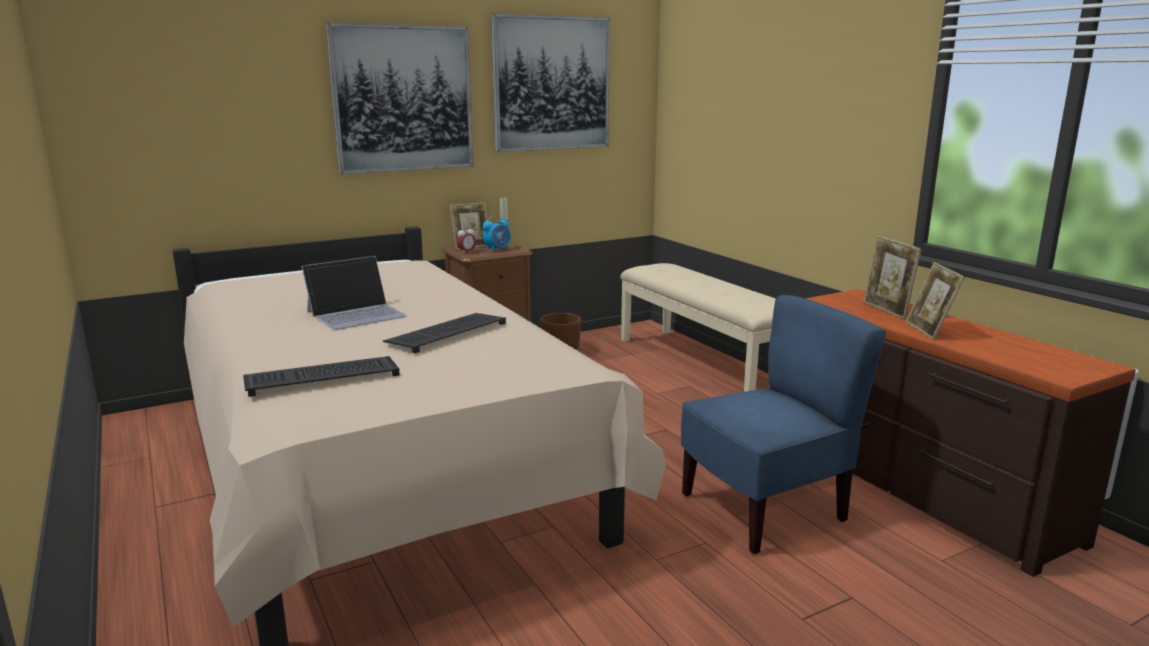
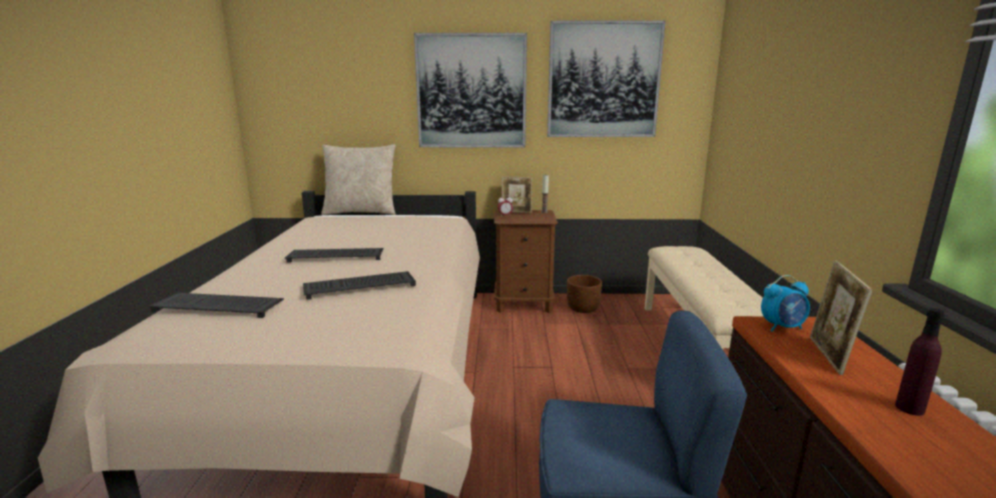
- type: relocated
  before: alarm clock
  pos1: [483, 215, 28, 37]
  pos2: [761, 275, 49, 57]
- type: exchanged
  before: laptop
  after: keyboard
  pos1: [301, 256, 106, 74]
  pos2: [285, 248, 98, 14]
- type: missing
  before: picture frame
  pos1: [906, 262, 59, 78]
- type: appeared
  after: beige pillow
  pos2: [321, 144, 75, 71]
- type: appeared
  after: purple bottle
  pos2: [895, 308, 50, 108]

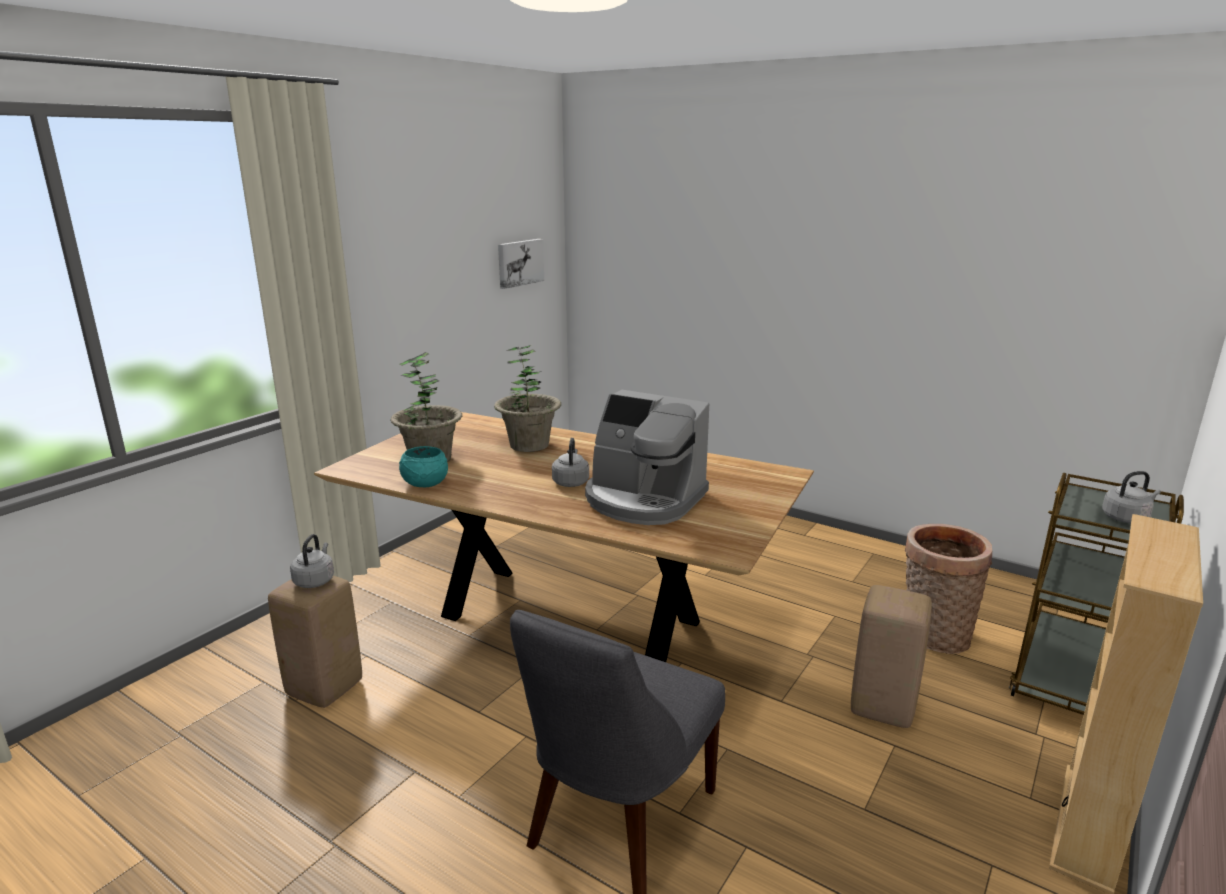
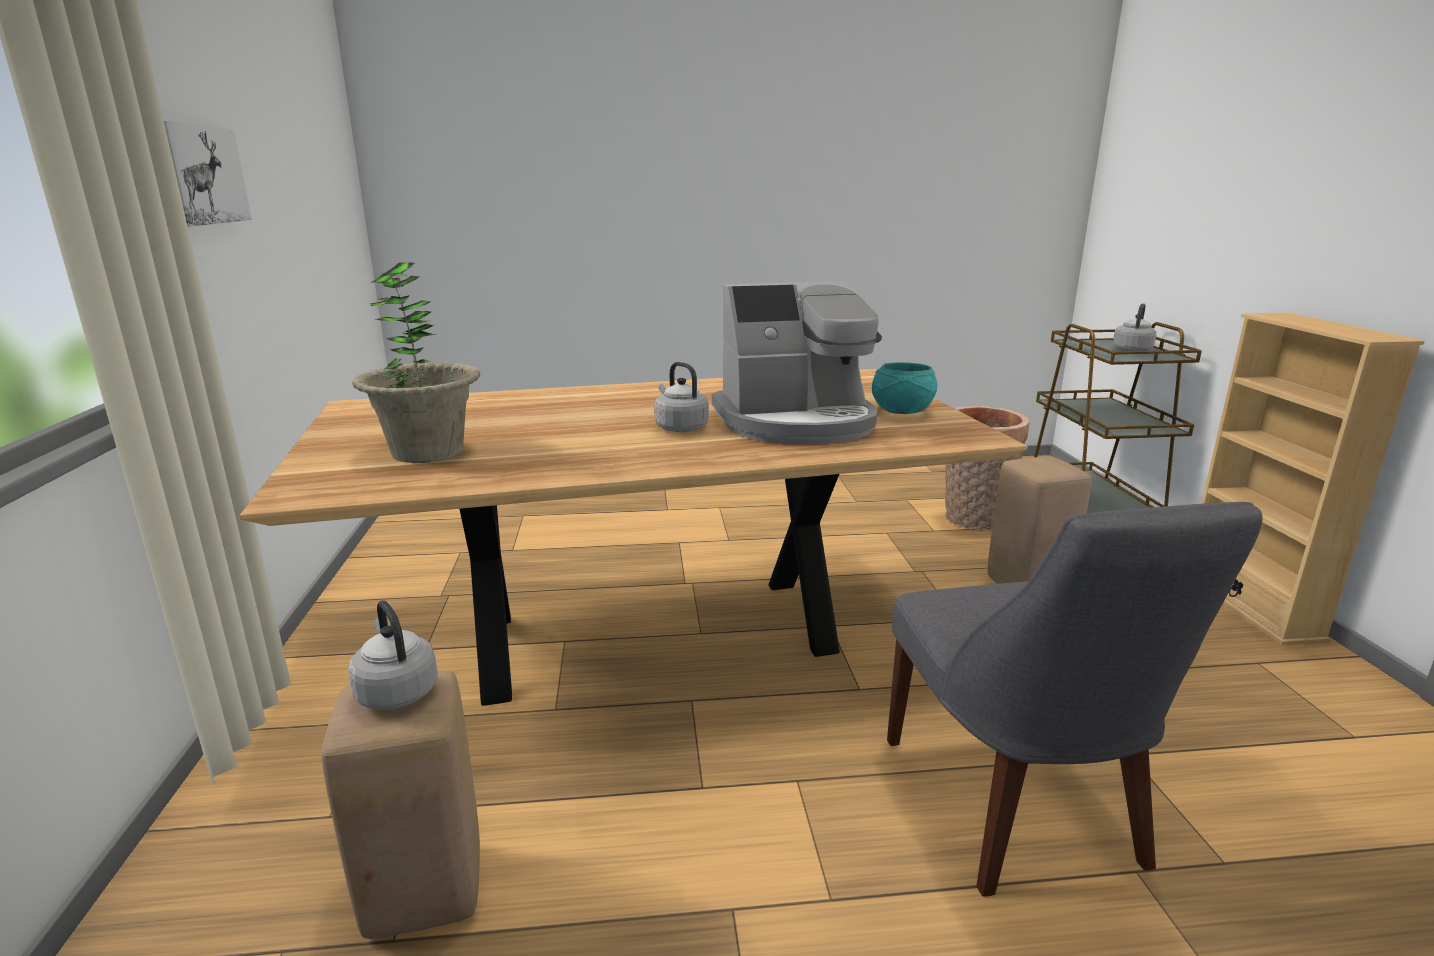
- type: relocated
  before: picture
  pos1: [498, 239, 46, 50]
  pos2: [164, 121, 88, 106]
- type: missing
  before: potted plant
  pos1: [494, 345, 67, 107]
- type: relocated
  before: turquoise bowl
  pos1: [399, 446, 49, 41]
  pos2: [872, 362, 66, 52]

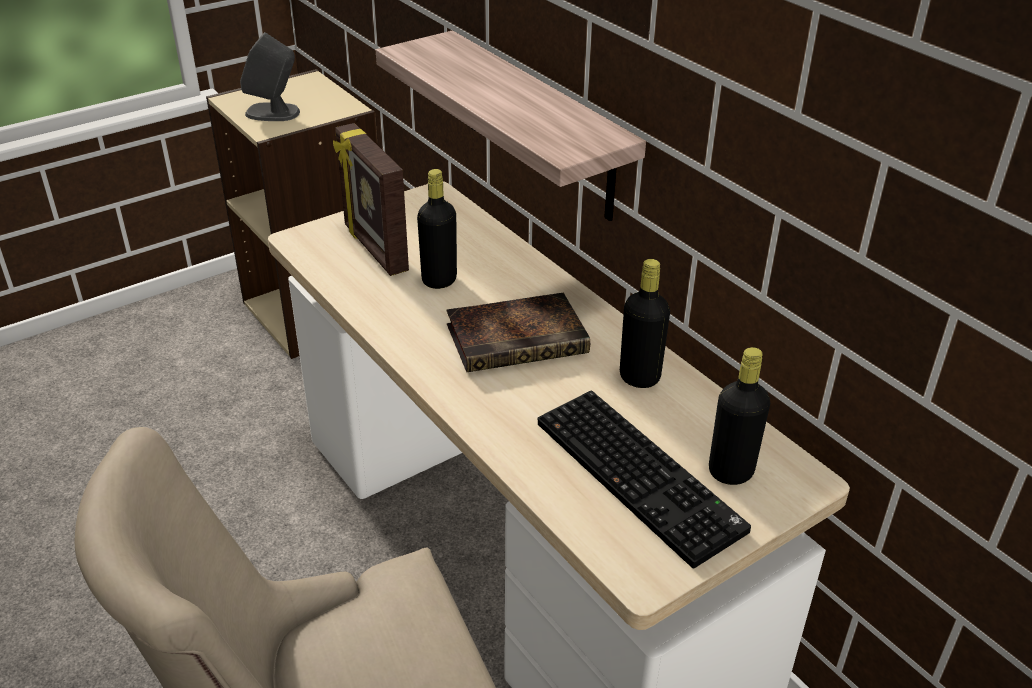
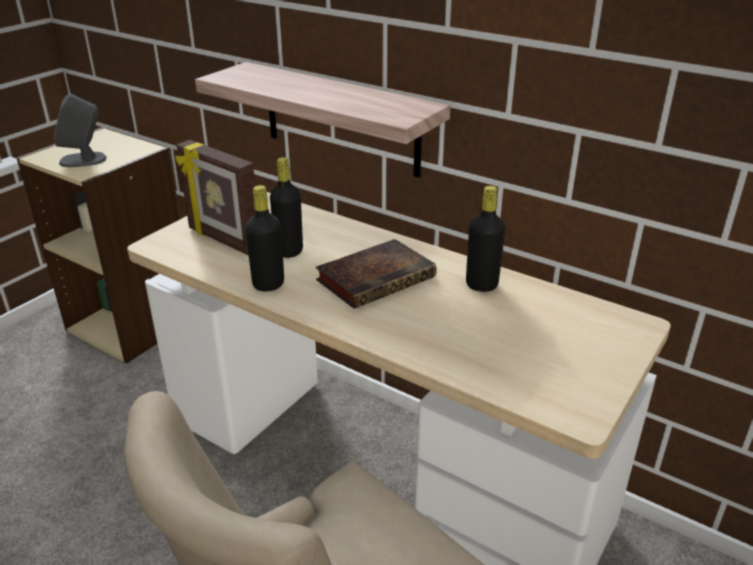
- type: relocated
  before: black bottle
  pos1: [709, 347, 61, 138]
  pos2: [245, 185, 39, 106]
- type: missing
  before: keyboard
  pos1: [538, 391, 213, 177]

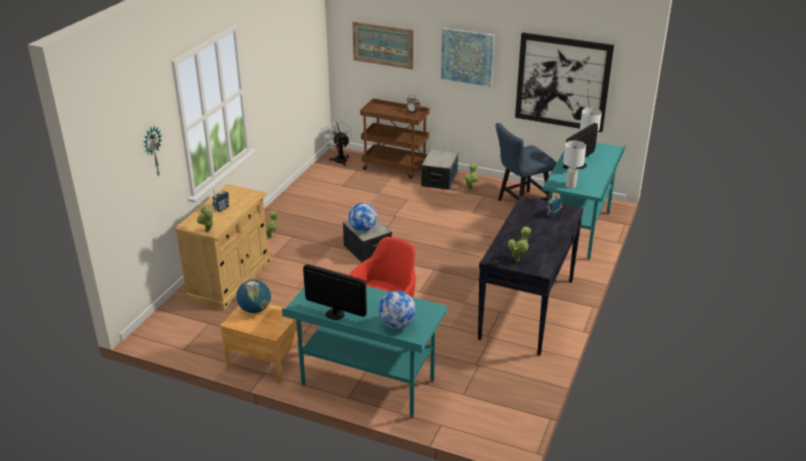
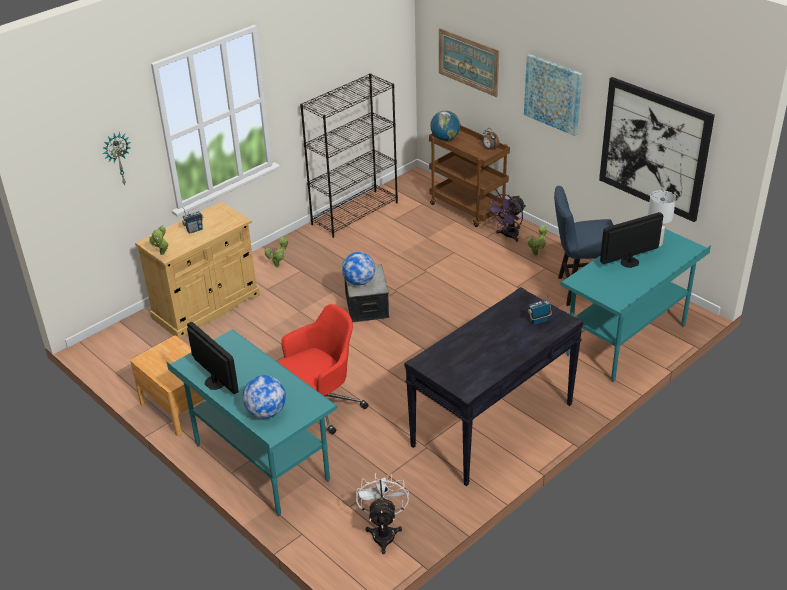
- type: relocated
  before: white fan
  pos1: [322, 120, 30, 46]
  pos2: [356, 473, 53, 81]
- type: missing
  before: white table lamp
  pos1: [563, 141, 23, 47]
- type: exchanged
  before: storage box
  after: purple fan
  pos1: [421, 149, 37, 41]
  pos2: [487, 194, 39, 48]
- type: missing
  before: potted plant
  pos1: [508, 227, 23, 34]
- type: relocated
  before: globe
  pos1: [236, 279, 35, 34]
  pos2: [430, 111, 30, 30]
- type: appeared
  after: black bookcase
  pos2: [300, 73, 98, 165]

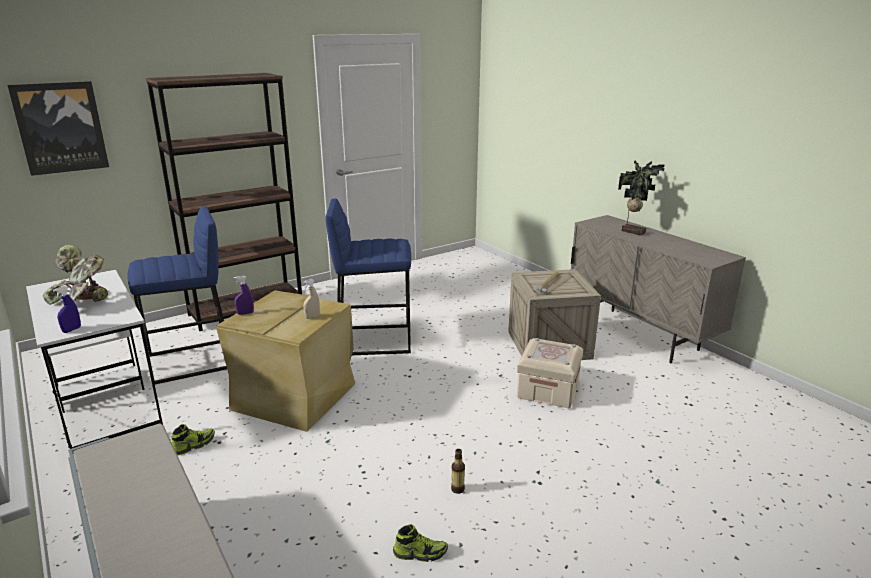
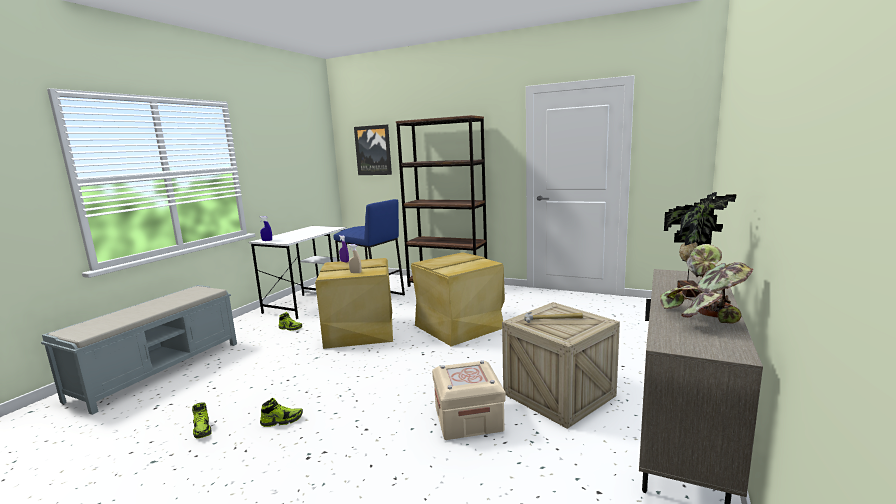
- type: exchanged
  before: blue stool
  after: beige storage box
  pos1: [326, 198, 85, 157]
  pos2: [411, 252, 94, 95]
- type: relocated
  before: potted plant
  pos1: [43, 245, 65, 60]
  pos2: [660, 244, 93, 80]
- type: exchanged
  before: bottle
  after: shoe
  pos1: [451, 449, 14, 45]
  pos2: [260, 398, 43, 29]

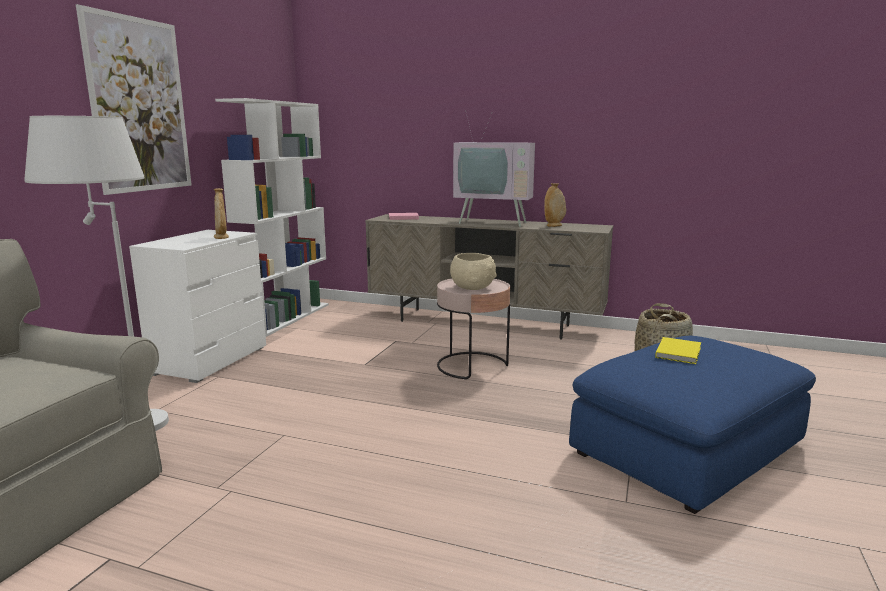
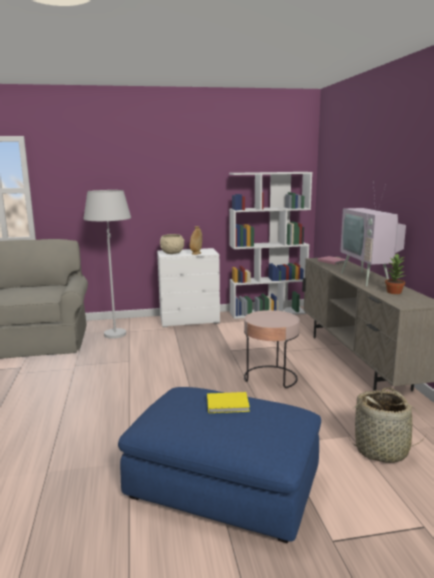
- type: missing
  before: picture
  pos1: [76, 4, 116, 191]
- type: exchanged
  before: beige vase
  after: potted plant
  pos1: [544, 183, 22, 44]
  pos2: [385, 254, 21, 40]
- type: relocated
  before: beige bowl
  pos1: [450, 253, 47, 37]
  pos2: [160, 234, 24, 20]

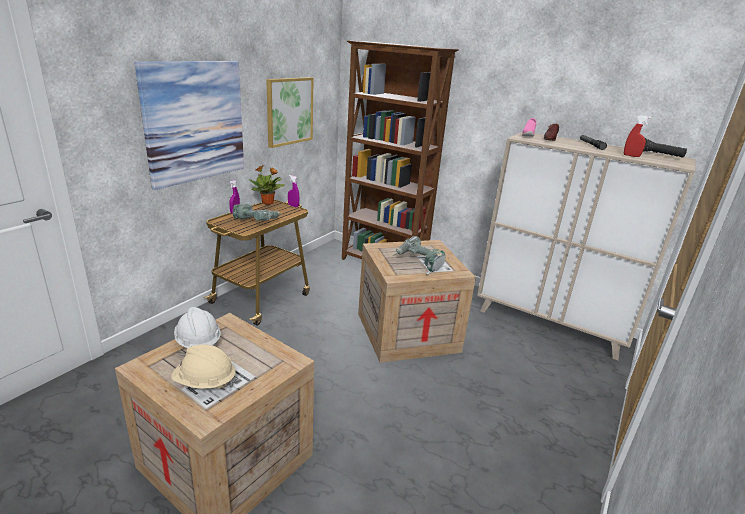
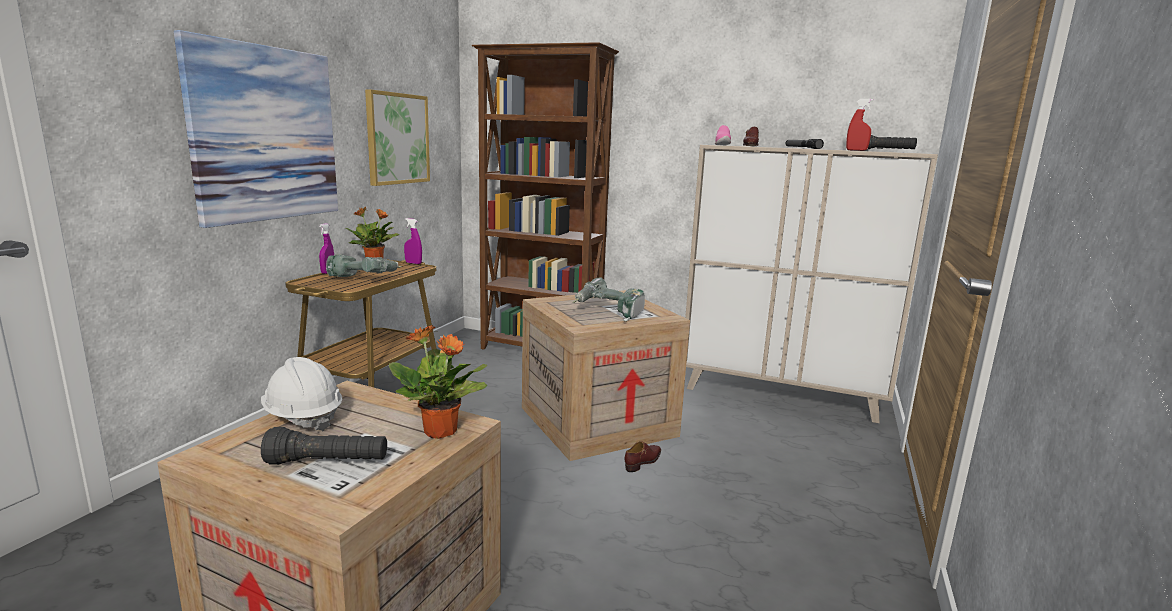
- type: exchanged
  before: beige hard hat
  after: black flashlight
  pos1: [171, 345, 65, 44]
  pos2: [261, 427, 126, 38]
- type: appeared
  after: potted plant
  pos2: [389, 325, 98, 114]
- type: appeared
  after: brown shoe
  pos2: [624, 441, 37, 31]

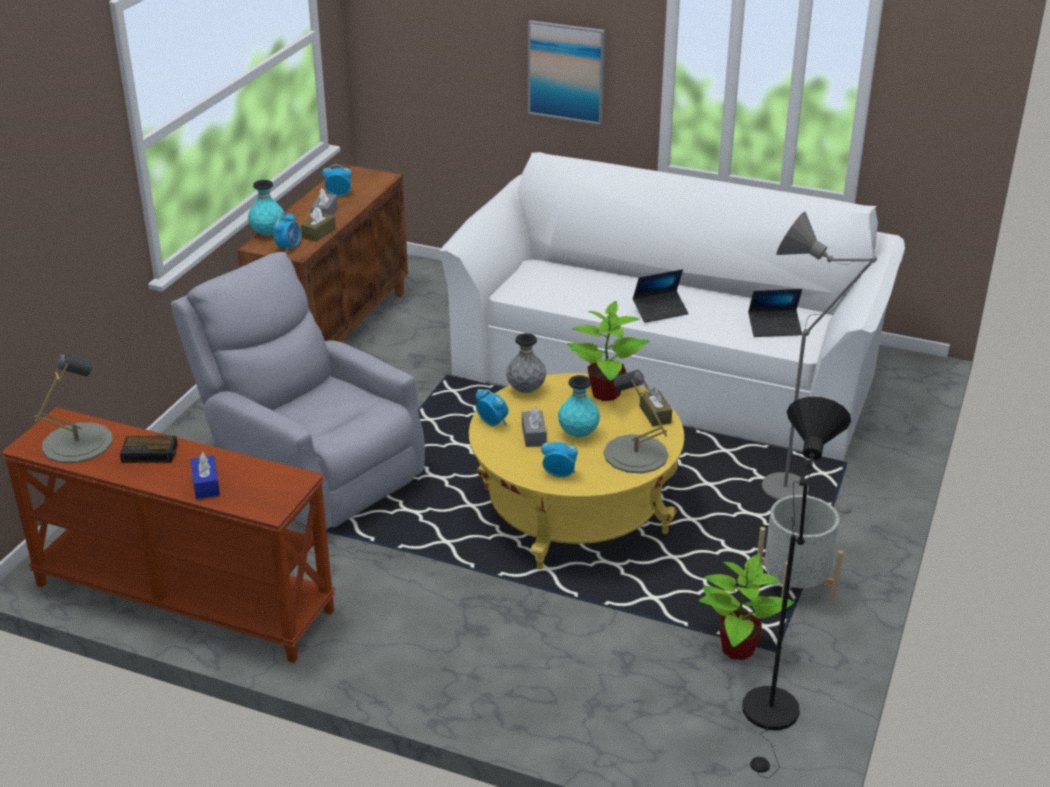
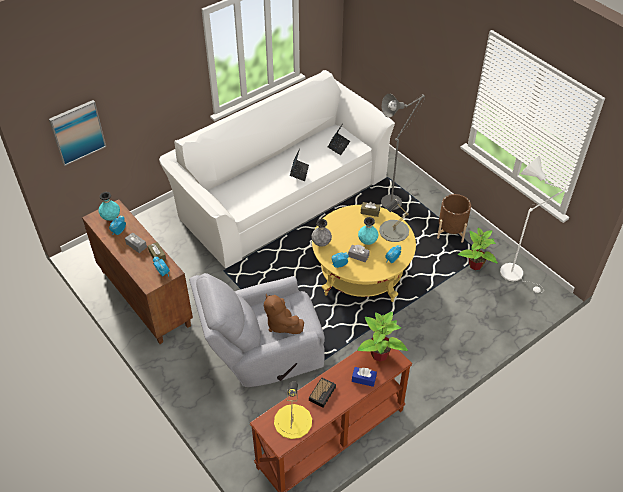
- type: relocated
  before: picture
  pos1: [528, 20, 77, 105]
  pos2: [49, 100, 57, 66]
- type: relocated
  before: turquoise vase
  pos1: [248, 180, 37, 56]
  pos2: [99, 192, 21, 29]
- type: relocated
  before: potted plant
  pos1: [567, 301, 82, 100]
  pos2: [357, 311, 51, 51]
- type: colour
  before: grey table lamp
  after: yellow table lamp
  pos1: [34, 353, 79, 110]
  pos2: [274, 381, 38, 58]
- type: colour
  before: black floor lamp
  after: white floor lamp
  pos1: [742, 397, 109, 381]
  pos2: [500, 156, 68, 137]
- type: colour
  before: grey planter
  after: brown planter
  pos1: [757, 495, 86, 106]
  pos2: [437, 194, 34, 49]
- type: appeared
  after: brown plush toy
  pos2: [264, 294, 40, 40]

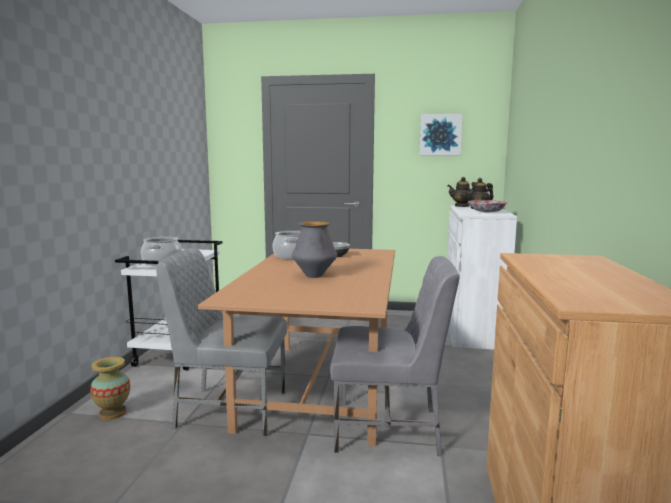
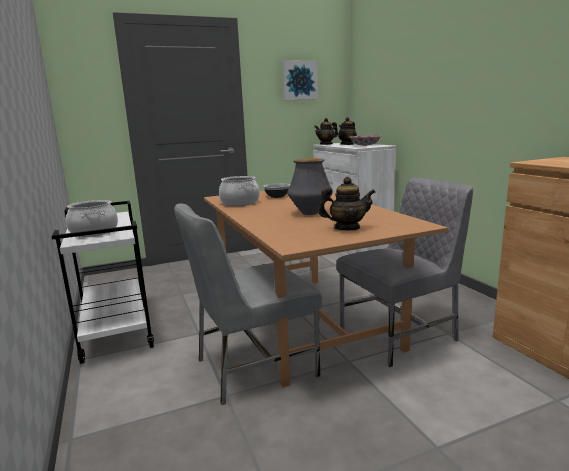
- type: missing
  before: vase
  pos1: [90, 357, 40, 63]
- type: appeared
  after: teapot
  pos2: [318, 177, 58, 53]

